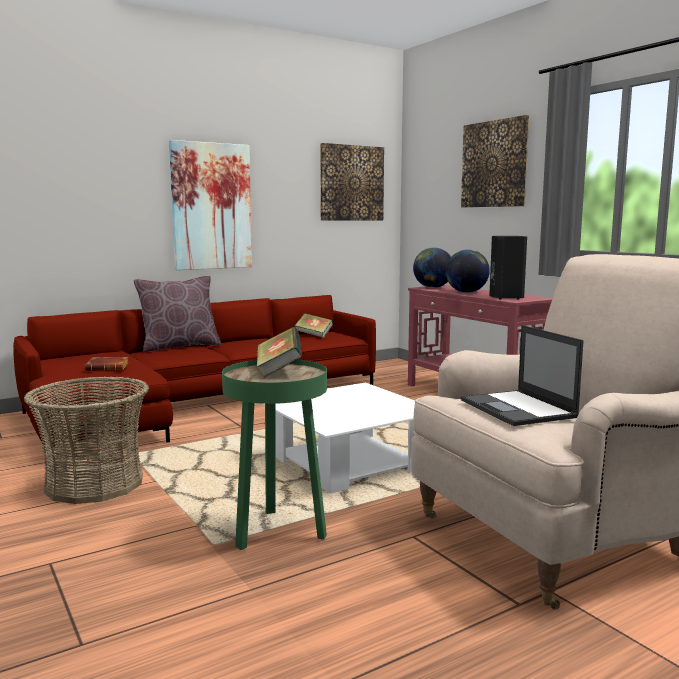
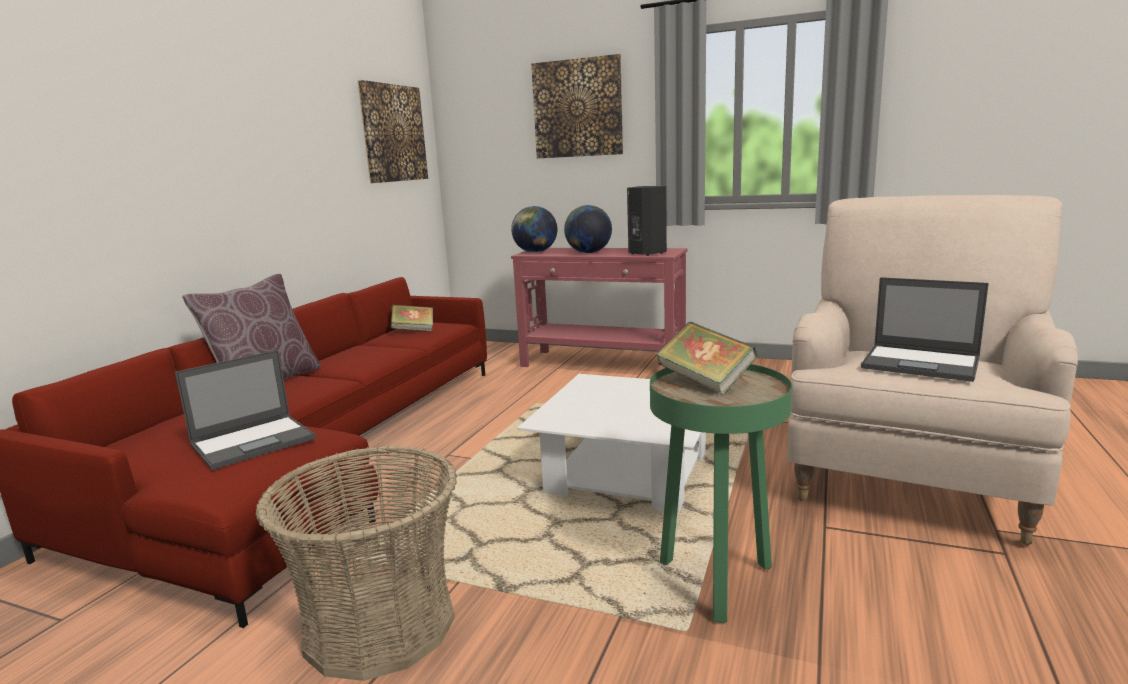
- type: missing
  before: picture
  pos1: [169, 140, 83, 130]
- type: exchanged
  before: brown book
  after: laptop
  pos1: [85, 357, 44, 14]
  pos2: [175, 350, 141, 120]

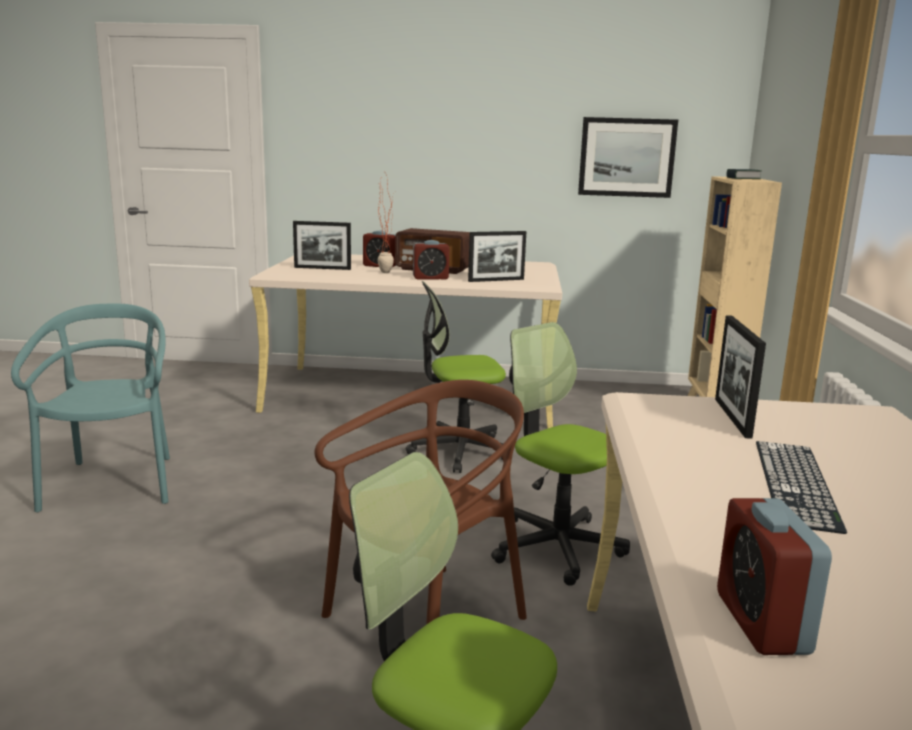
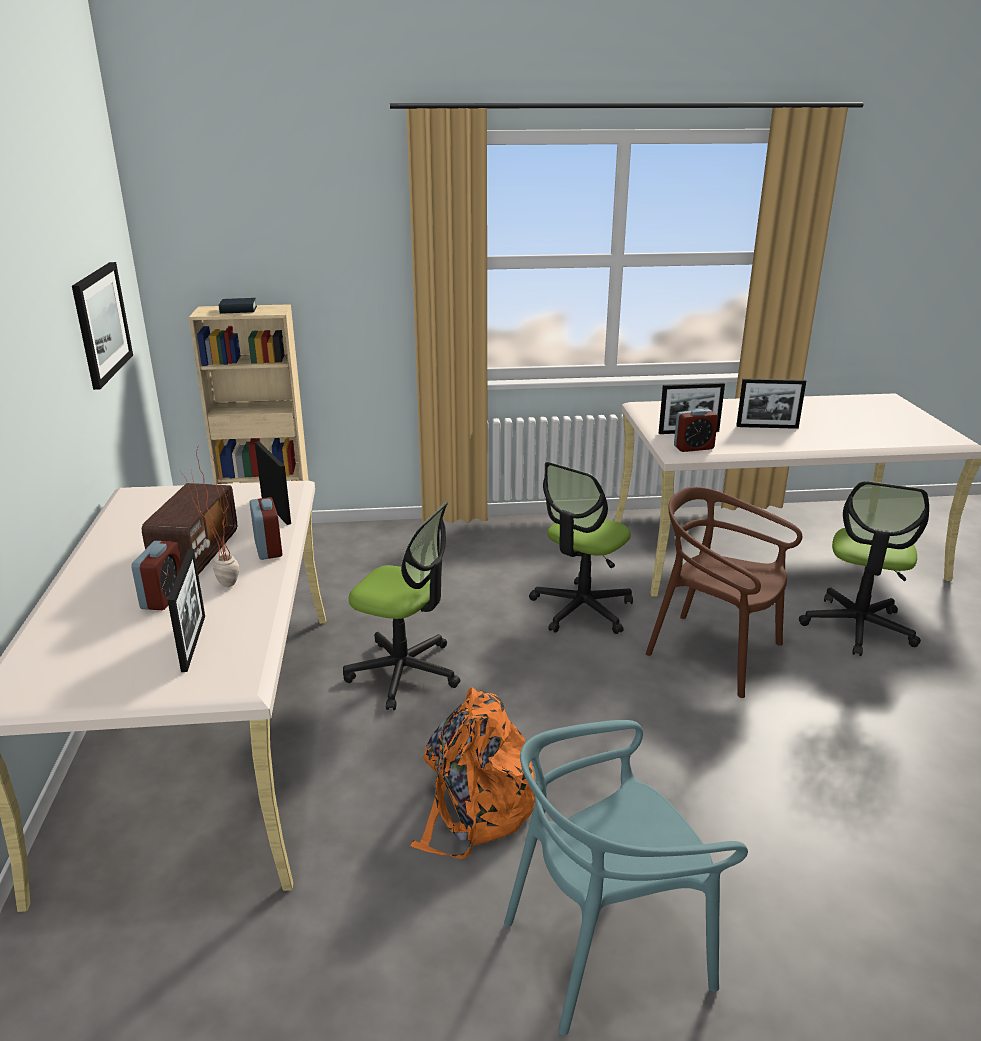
- type: spun
  before: office chair
  pos1: [406, 281, 100, 192]
  pos2: [343, 501, 117, 209]
  turn: -45
- type: exchanged
  before: keyboard
  after: picture frame
  pos1: [756, 441, 91, 93]
  pos2: [736, 378, 70, 51]
- type: relocated
  before: alarm clock
  pos1: [717, 498, 115, 157]
  pos2: [674, 409, 44, 43]
- type: appeared
  after: orange backpack
  pos2: [410, 687, 125, 172]

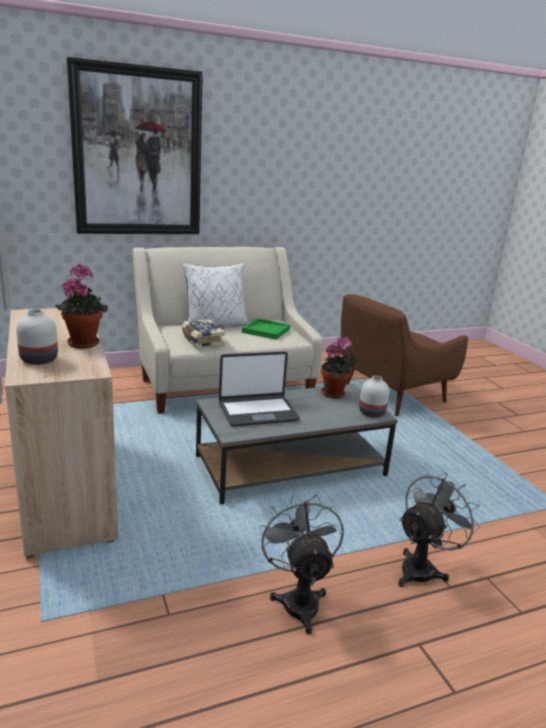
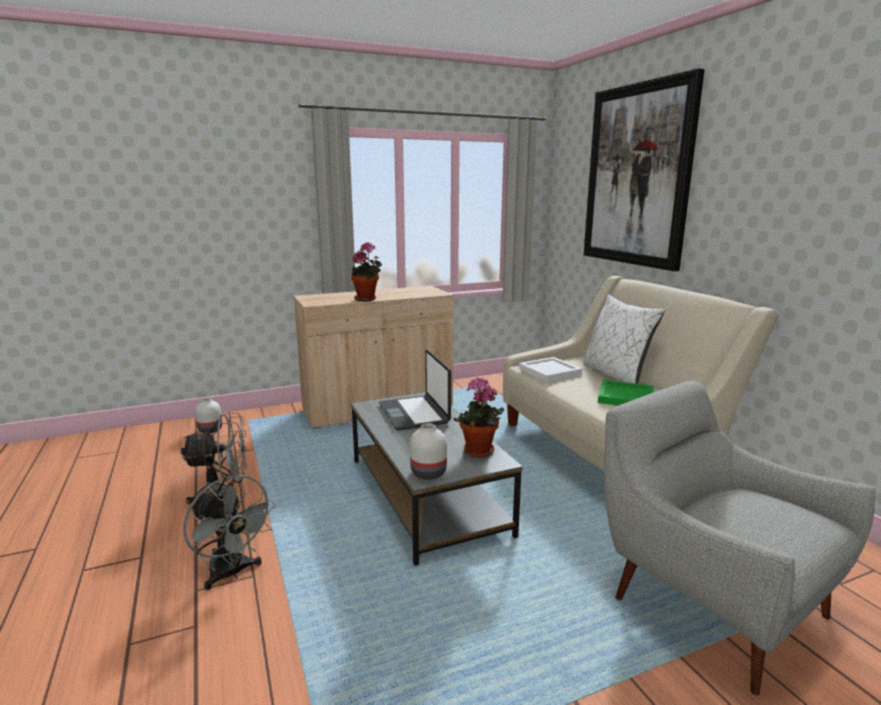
- type: colour
  before: brown armchair
  after: grey armchair
  pos1: [341, 294, 127, 122]
  pos2: [604, 381, 272, 314]
- type: relocated
  before: white vase
  pos1: [16, 309, 42, 56]
  pos2: [195, 398, 27, 35]
- type: exchanged
  before: book
  after: white tray
  pos1: [182, 319, 43, 30]
  pos2: [519, 357, 63, 25]

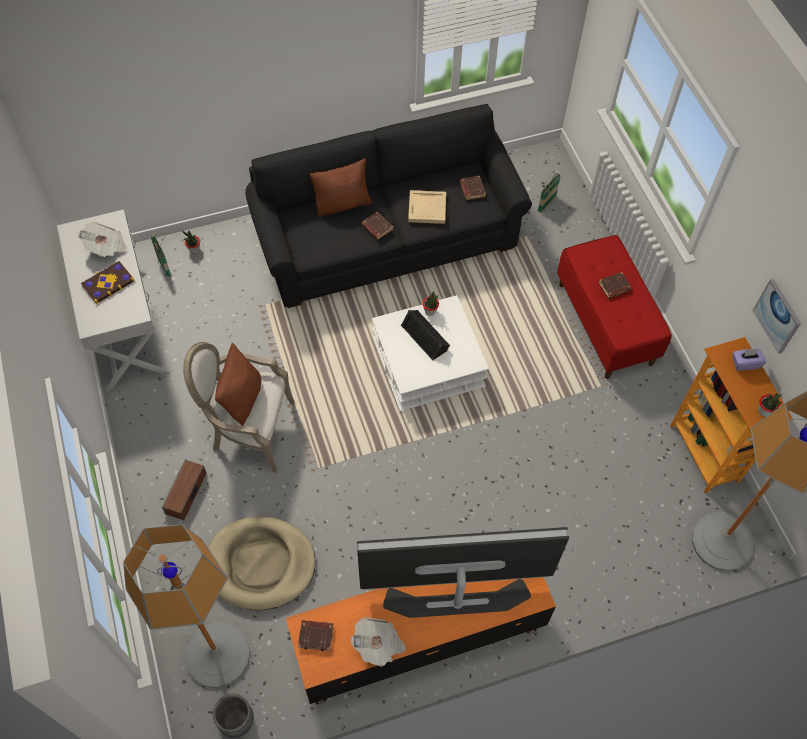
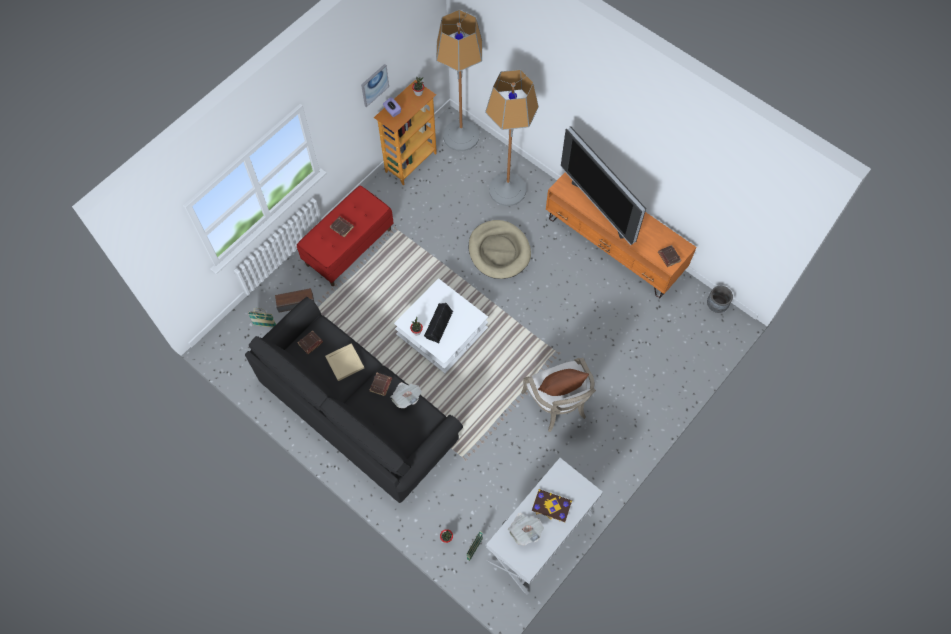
- type: missing
  before: brown pillow
  pos1: [310, 158, 62, 59]
- type: relocated
  before: speaker
  pos1: [162, 459, 45, 61]
  pos2: [275, 288, 39, 25]
- type: relocated
  before: beige dog bed
  pos1: [208, 516, 107, 94]
  pos2: [469, 220, 62, 59]
- type: relocated
  before: floor lamp
  pos1: [123, 524, 127, 164]
  pos2: [485, 70, 54, 136]
- type: relocated
  before: newspaper
  pos1: [351, 617, 55, 50]
  pos2: [390, 382, 32, 26]

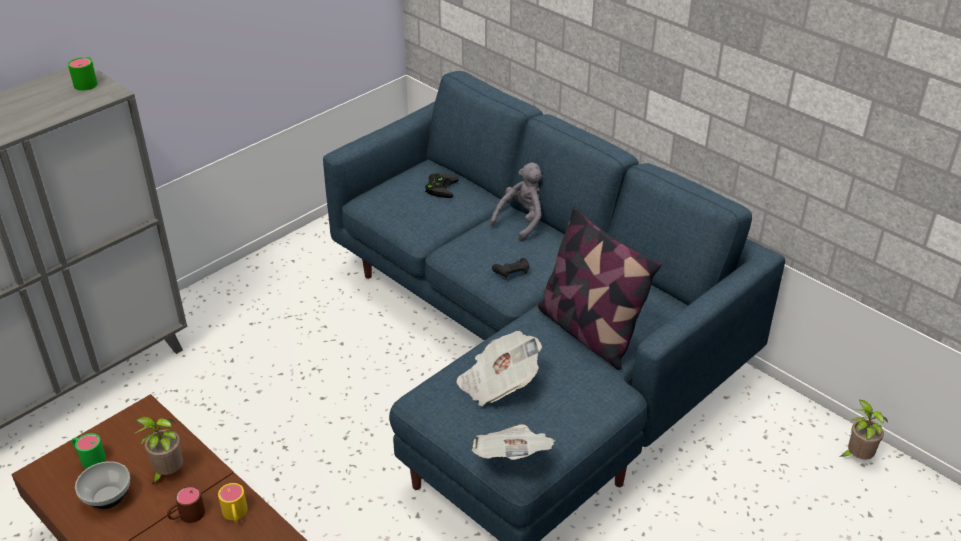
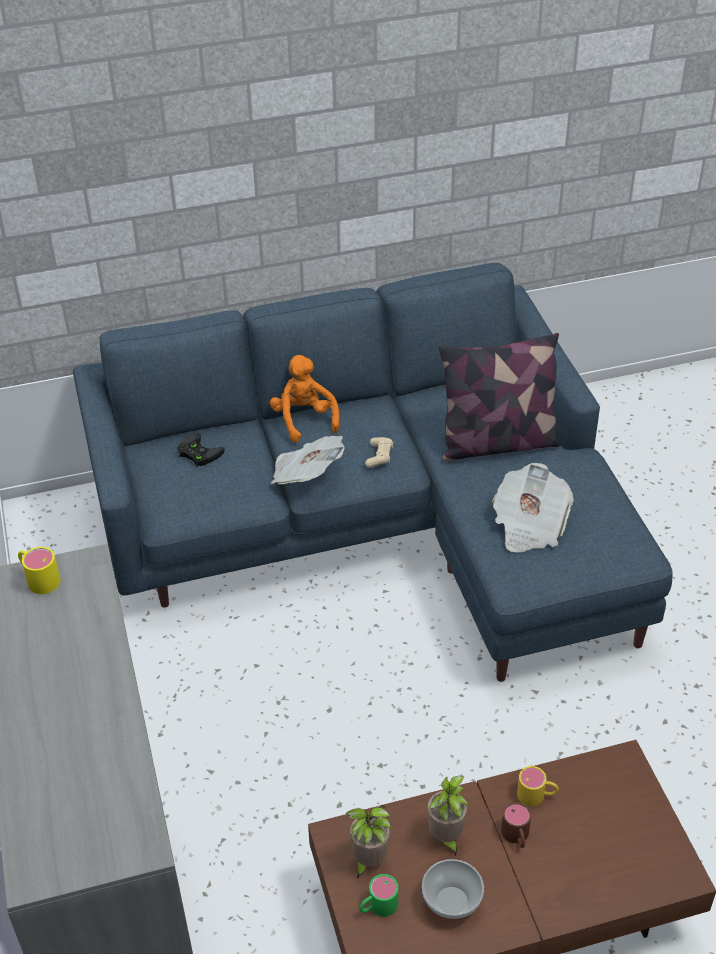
- type: colour
  before: green mug
  after: yellow mug
  pos1: [68, 57, 30, 34]
  pos2: [18, 547, 43, 47]
- type: colour
  before: grey plush toy
  after: orange plush toy
  pos1: [490, 162, 52, 80]
  pos2: [270, 355, 69, 87]
- type: colour
  before: black game controller
  after: beige game controller
  pos1: [492, 258, 37, 21]
  pos2: [365, 437, 28, 31]
- type: relocated
  before: potted plant
  pos1: [839, 400, 49, 59]
  pos2: [346, 805, 45, 74]
- type: relocated
  before: newspaper
  pos1: [472, 425, 84, 35]
  pos2: [271, 436, 74, 48]

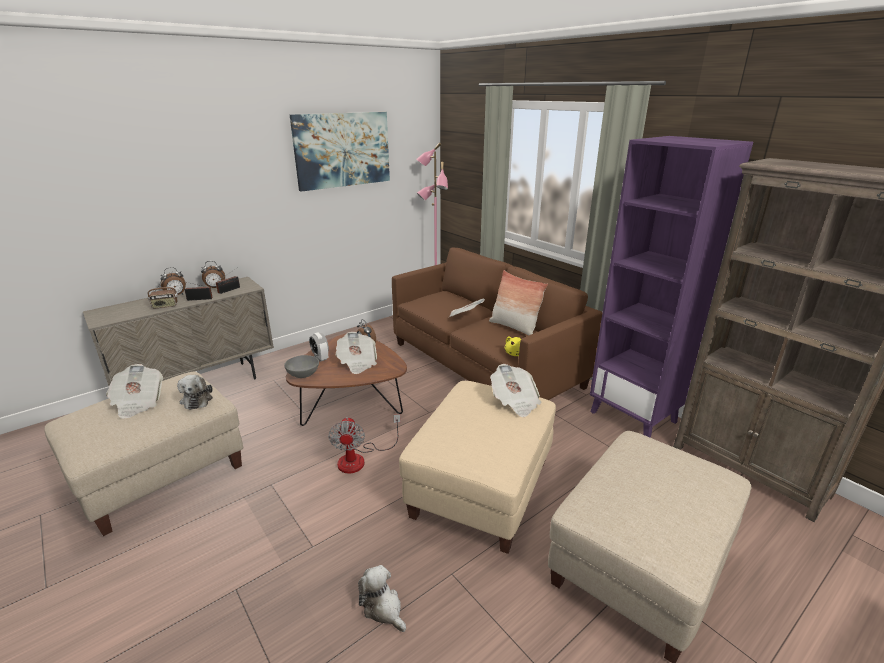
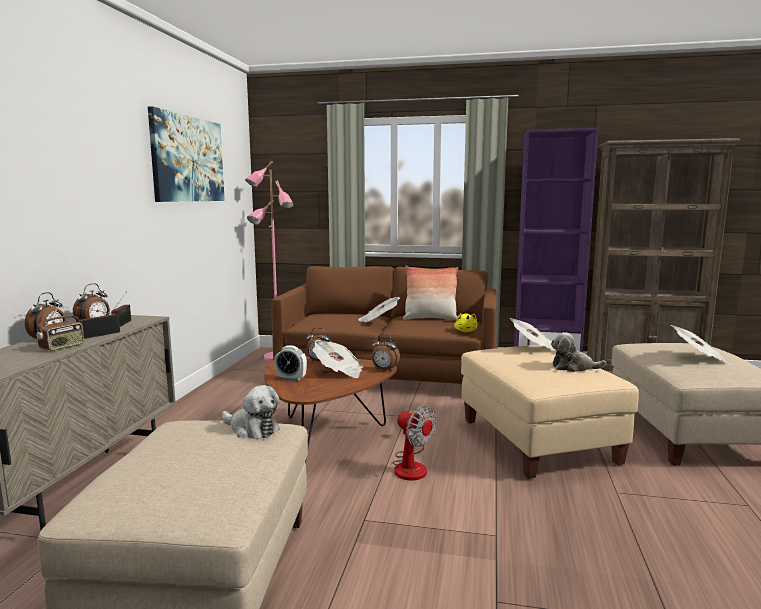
- type: missing
  before: grey bowl
  pos1: [284, 355, 35, 23]
- type: relocated
  before: newspaper
  pos1: [106, 364, 57, 55]
  pos2: [671, 325, 57, 38]
- type: relocated
  before: plush toy
  pos1: [358, 565, 48, 67]
  pos2: [551, 332, 55, 40]
- type: appeared
  after: alarm clock
  pos2: [372, 334, 28, 37]

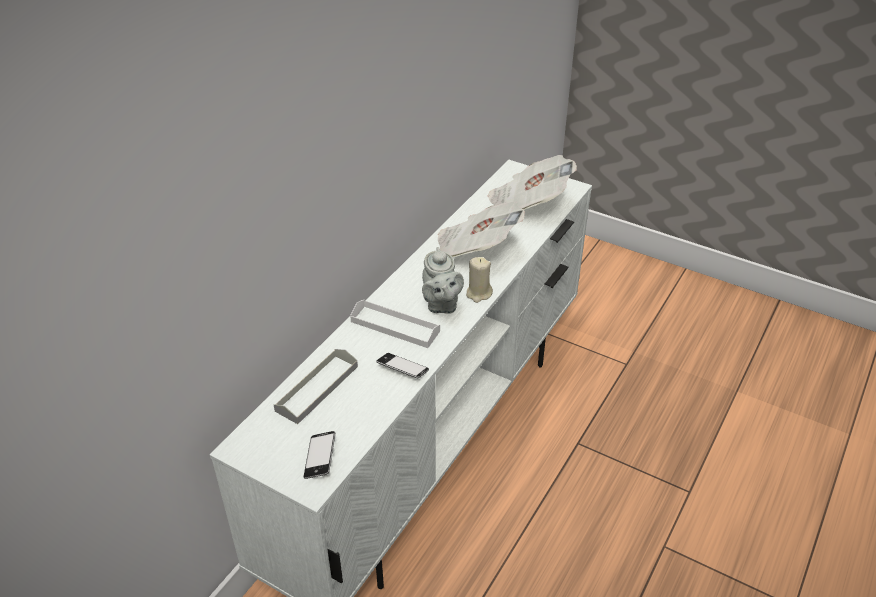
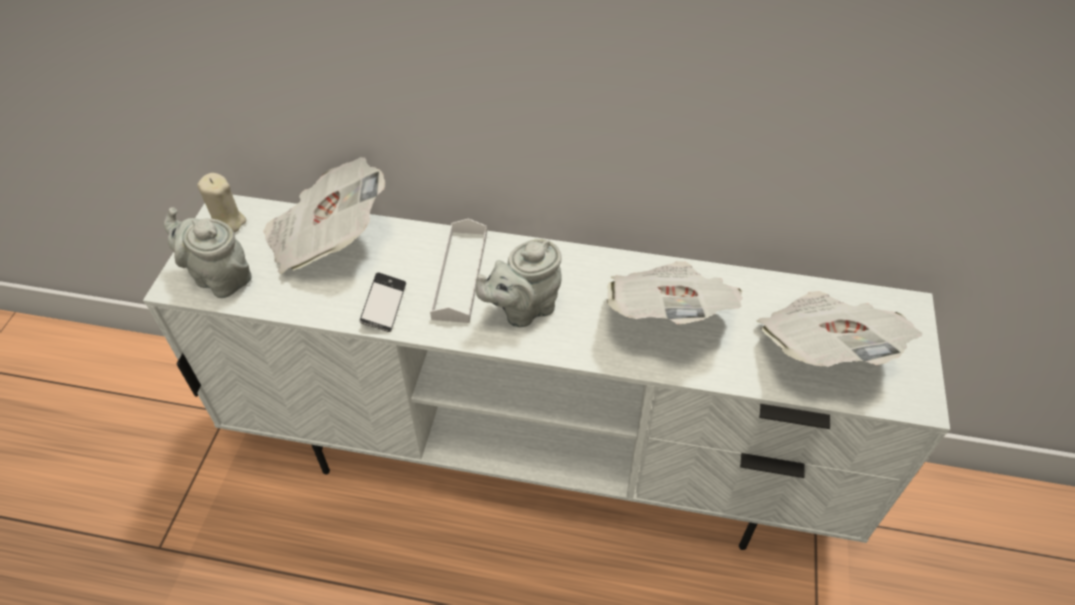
- type: relocated
  before: beige candle
  pos1: [466, 257, 27, 46]
  pos2: [197, 173, 49, 60]
- type: exchanged
  before: grey tray
  after: newspaper
  pos1: [274, 349, 84, 75]
  pos2: [263, 157, 122, 117]
- type: exchanged
  before: phone
  after: grey teapot
  pos1: [304, 431, 31, 48]
  pos2: [164, 207, 88, 91]

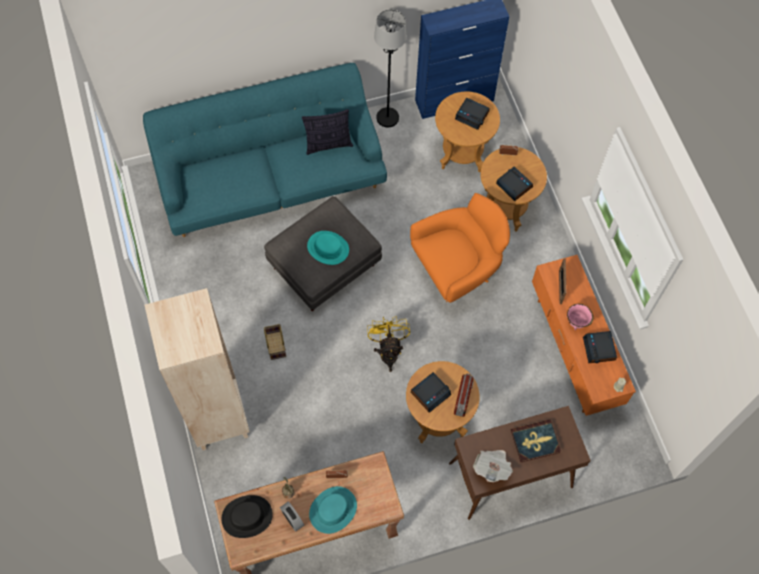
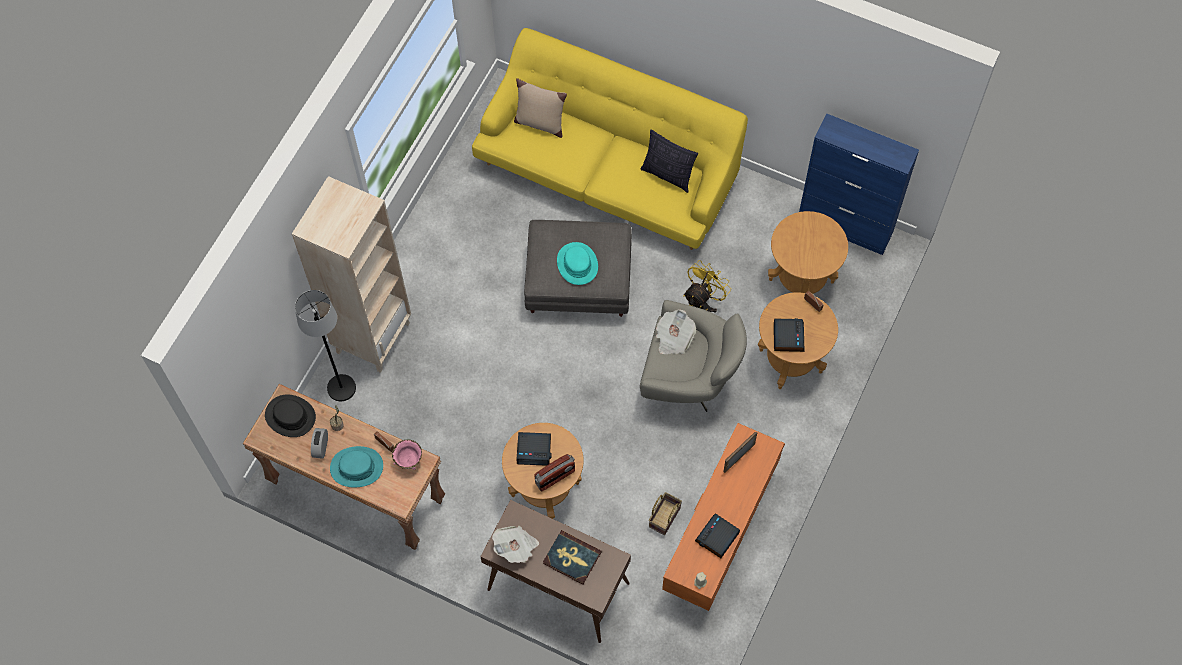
- type: relocated
  before: black floor lamp
  pos1: [374, 9, 33, 118]
  pos2: [295, 290, 61, 112]
- type: colour
  before: turquoise sofa
  after: yellow sofa
  pos1: [143, 63, 244, 174]
  pos2: [472, 28, 276, 222]
- type: missing
  before: alarm clock
  pos1: [455, 98, 35, 32]
- type: colour
  before: orange armchair
  after: grey armchair
  pos1: [410, 193, 100, 110]
  pos2: [640, 300, 107, 112]
- type: relocated
  before: pink bowl
  pos1: [566, 304, 27, 26]
  pos2: [392, 440, 30, 30]
- type: relocated
  before: yellow fan
  pos1: [367, 316, 43, 56]
  pos2: [683, 260, 48, 53]
- type: relocated
  before: basket
  pos1: [264, 324, 22, 36]
  pos2: [649, 492, 33, 43]
- type: appeared
  after: beige pillow
  pos2: [514, 78, 53, 60]
- type: appeared
  after: newspaper
  pos2: [656, 309, 40, 45]

